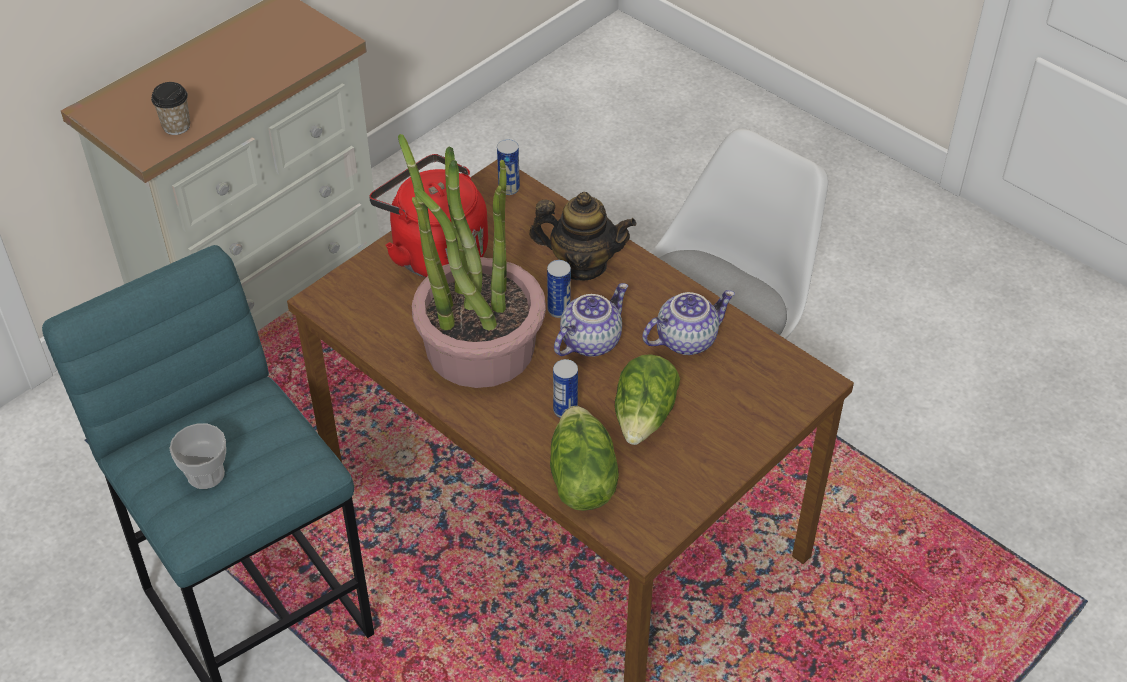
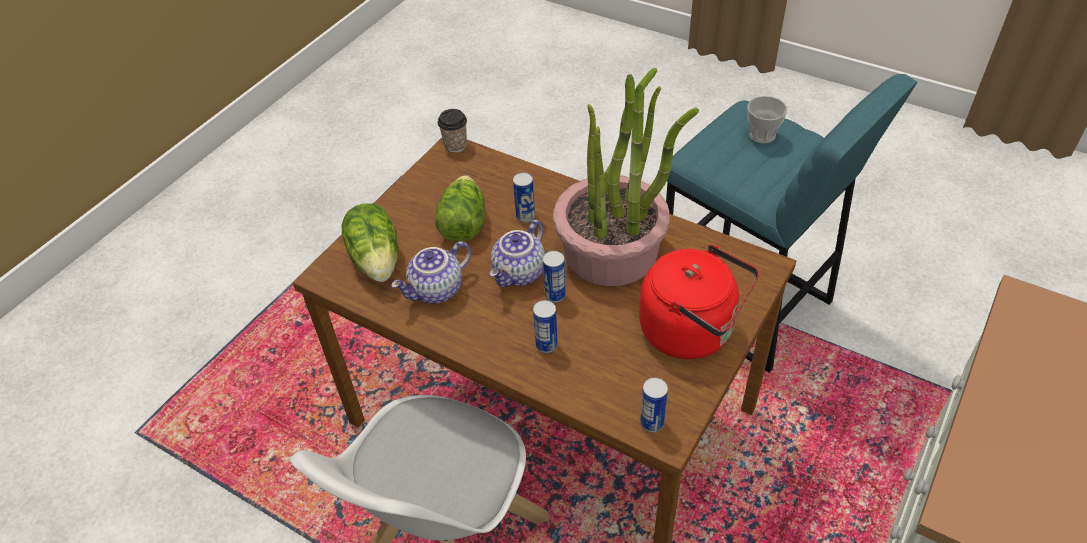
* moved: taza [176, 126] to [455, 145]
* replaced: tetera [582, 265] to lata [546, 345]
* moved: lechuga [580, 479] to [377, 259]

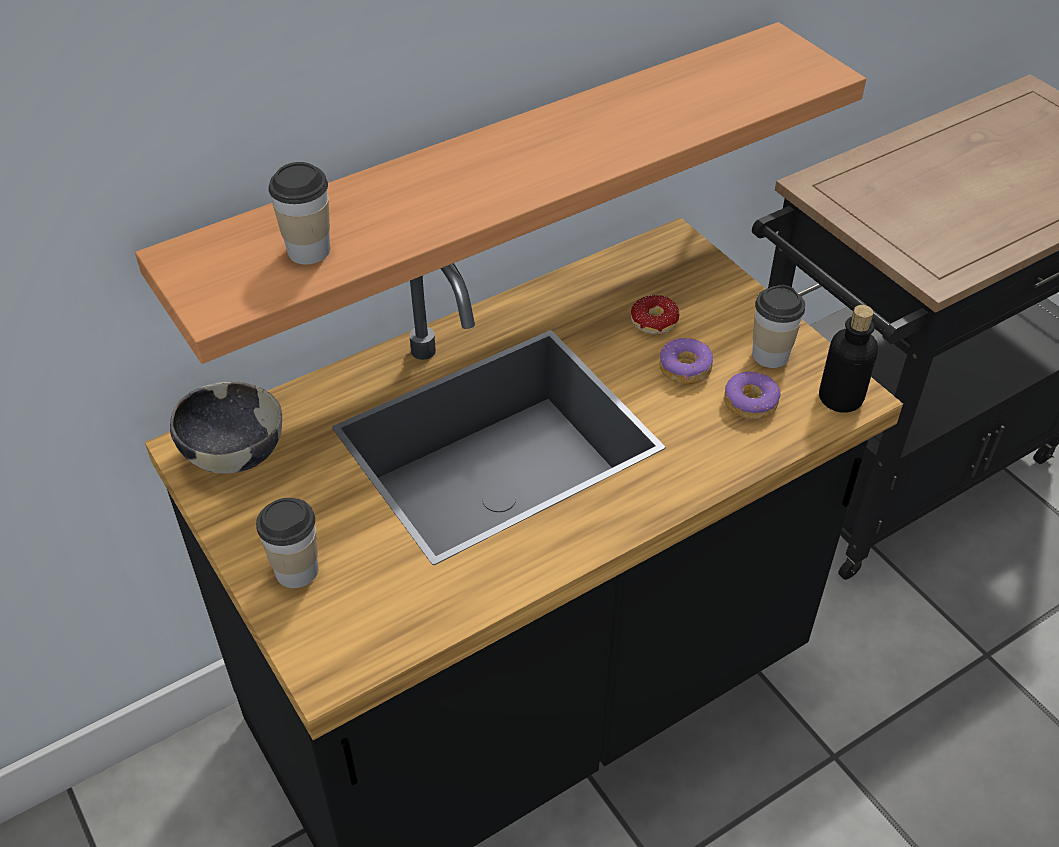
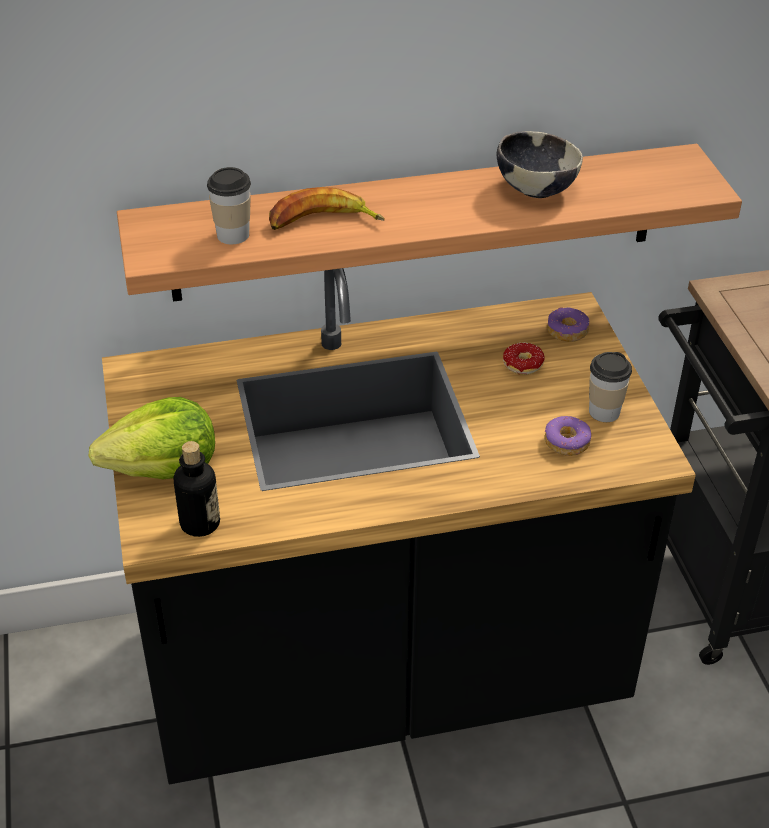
* moved: cuenco [234, 454] to [535, 189]
* replaced: taza [297, 571] to lechuga [163, 468]
* moved: rosquilla [685, 369] to [567, 331]
* moved: botella [840, 398] to [200, 523]
* added: plátano [323, 222]

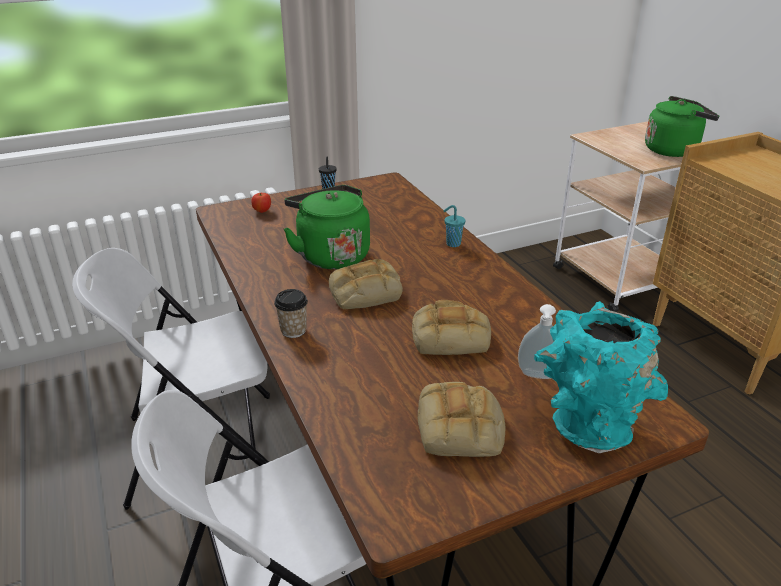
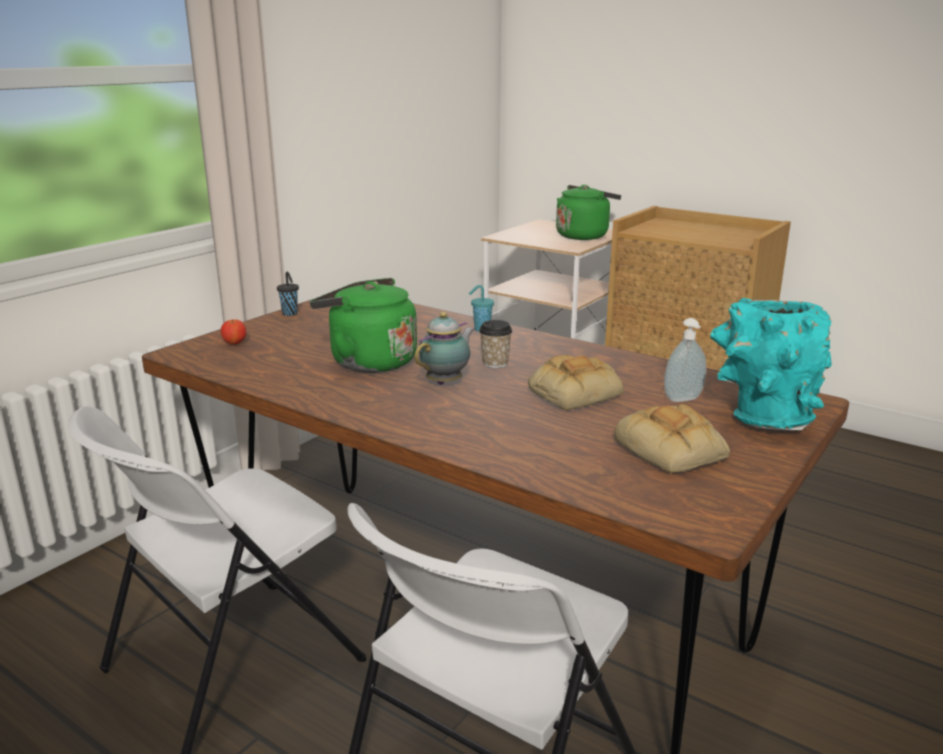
* moved: taza [293, 330] to [495, 363]
* replaced: pan [364, 292] to tetera [446, 382]

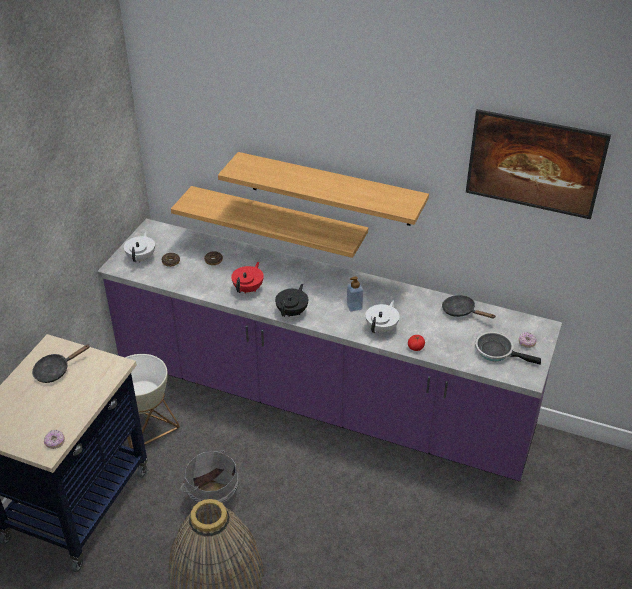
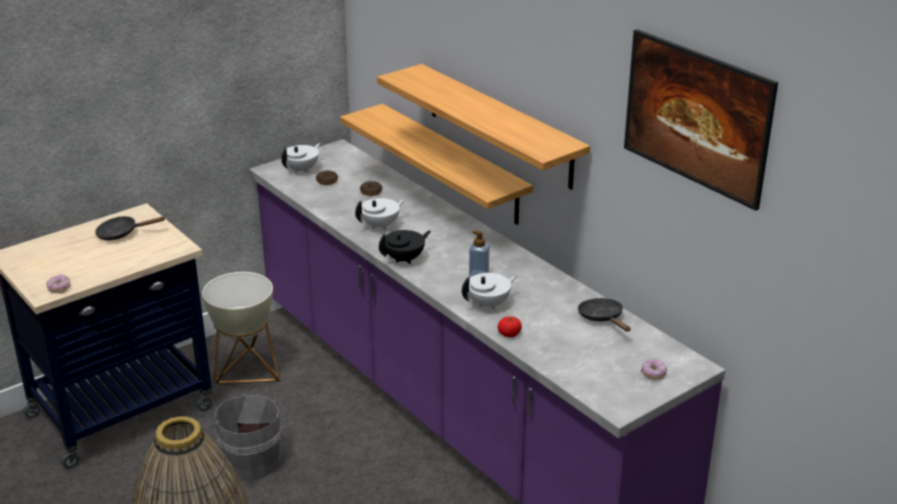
* recoloured: tetera/rojo [248, 289] to tetera/blanco [381, 225]
* removed: sartén [497, 351]

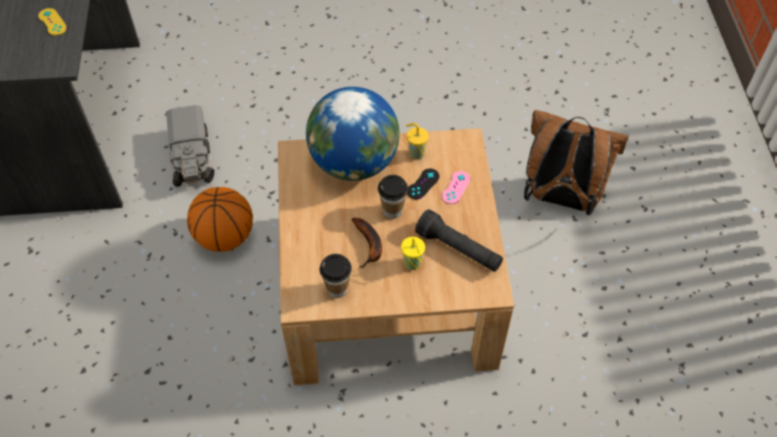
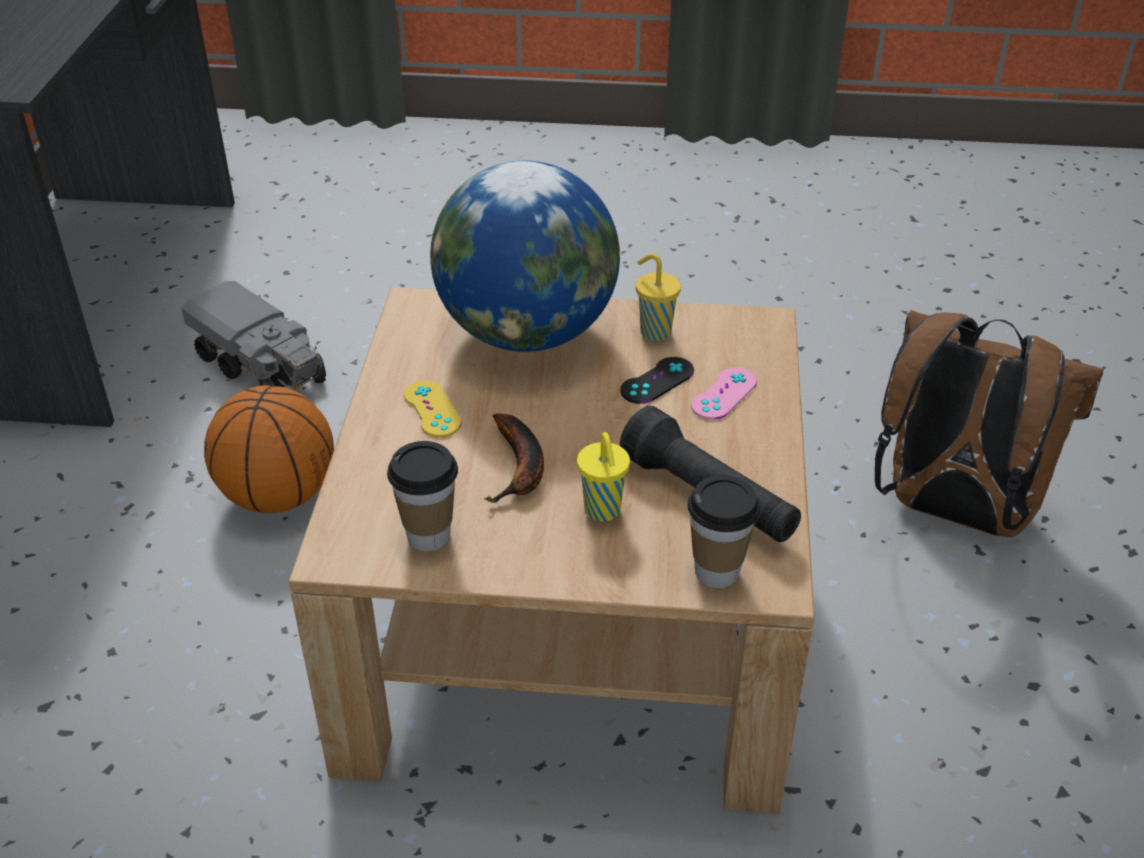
* moved: mando de consola/amarillo [52, 22] to [432, 409]
* turned: camión de juguete [192, 158] = [263, 369] 45 degrees counterclockwise
* moved: taza [392, 211] to [717, 571]

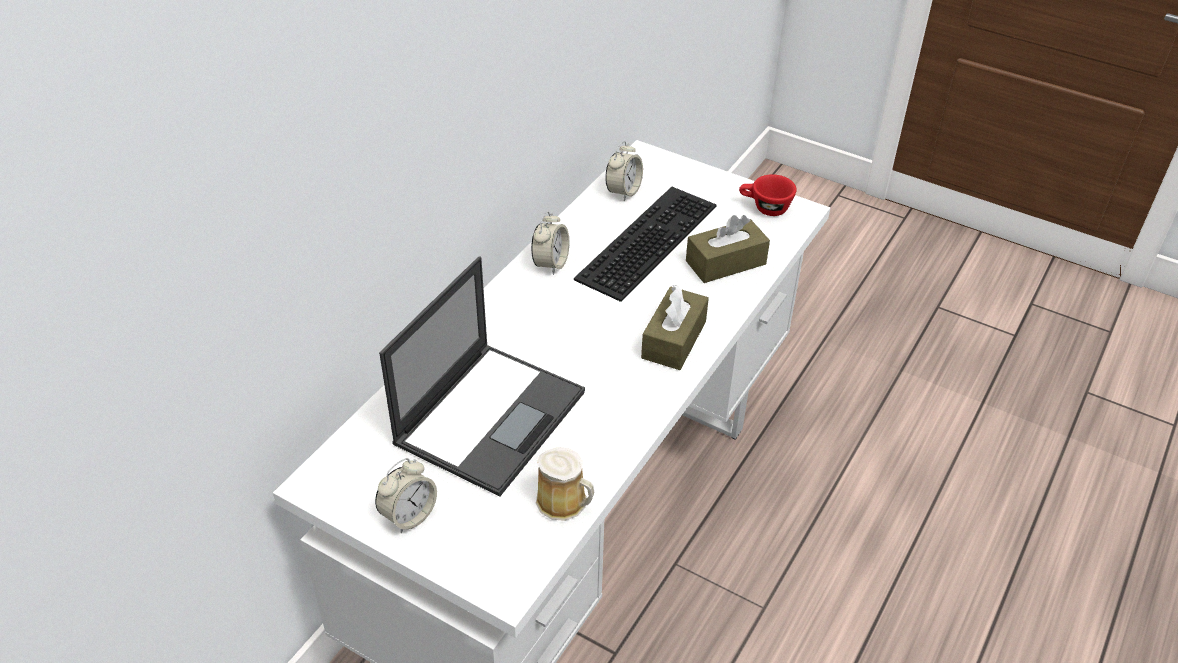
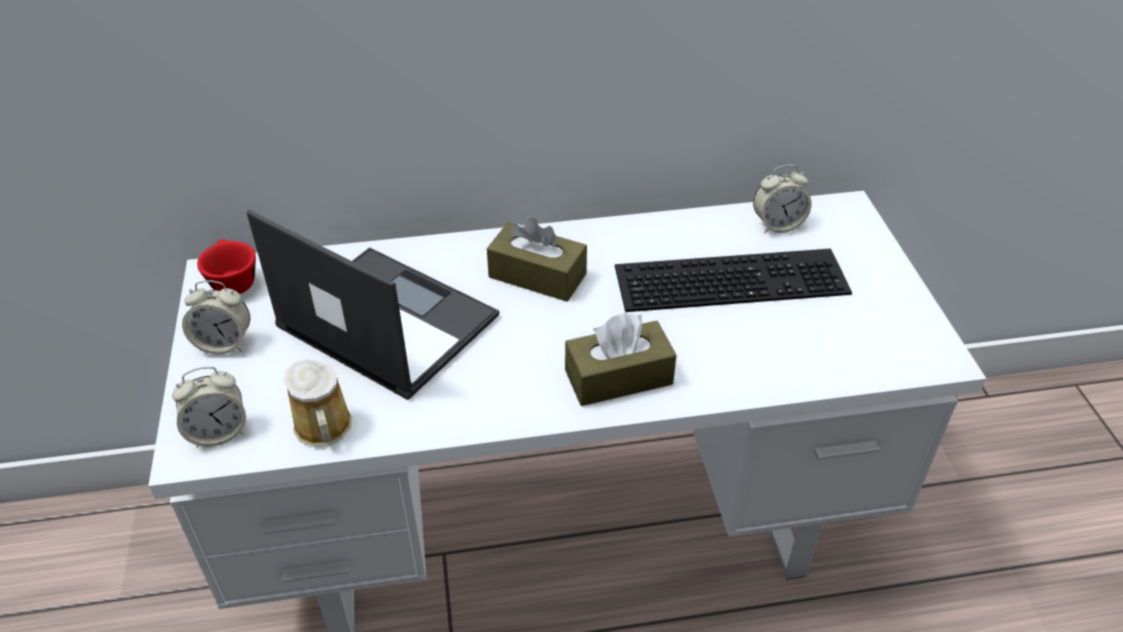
* turned: portátil [491, 416] = [385, 321] 135 degrees counterclockwise
* moved: despertador [550, 263] to [218, 432]
* moved: caja de pañuelos/marrón [725, 262] to [537, 275]
* moved: taza/rojo [764, 208] to [232, 280]

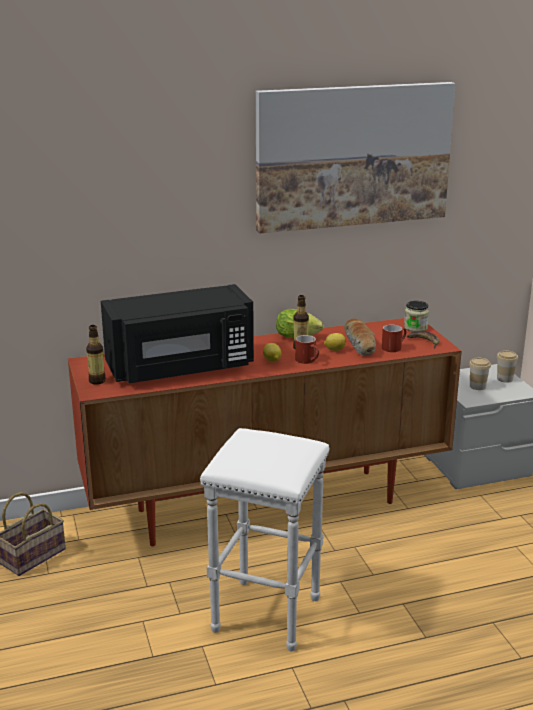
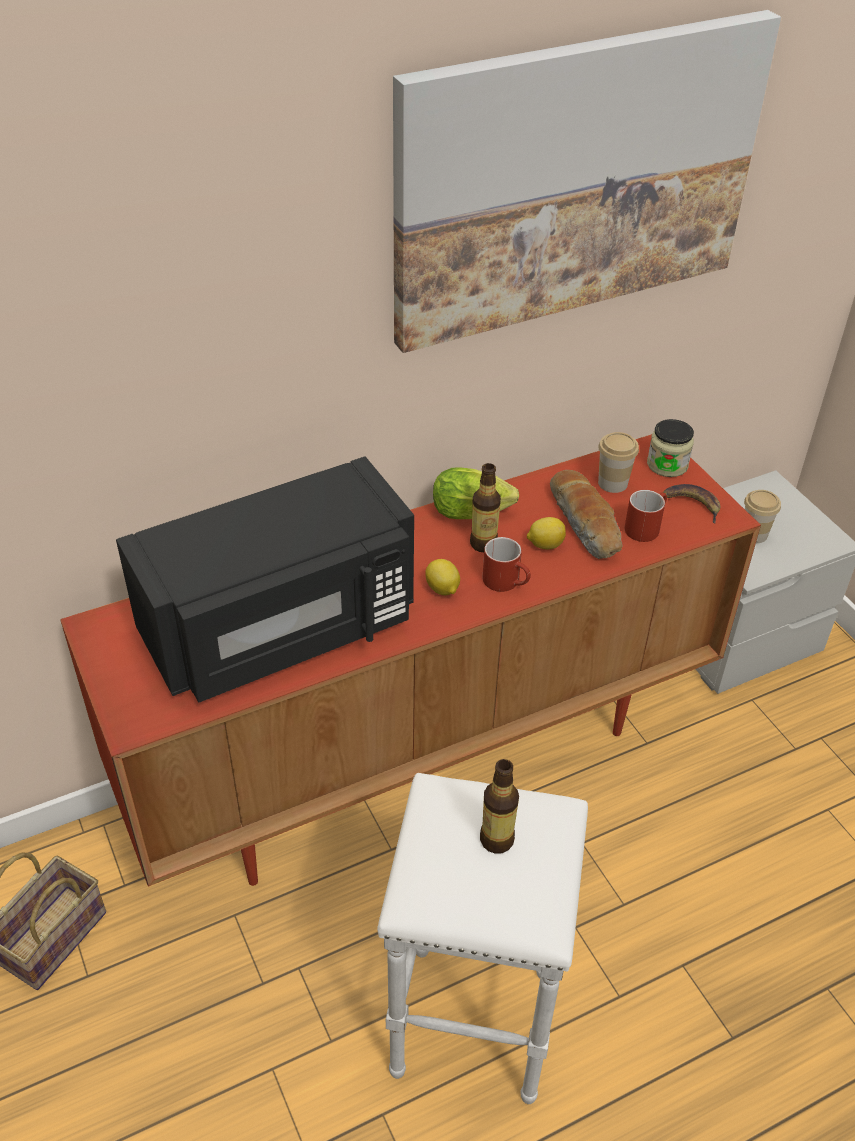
* moved: botella [97, 381] to [496, 840]
* moved: taza [504, 379] to [612, 483]

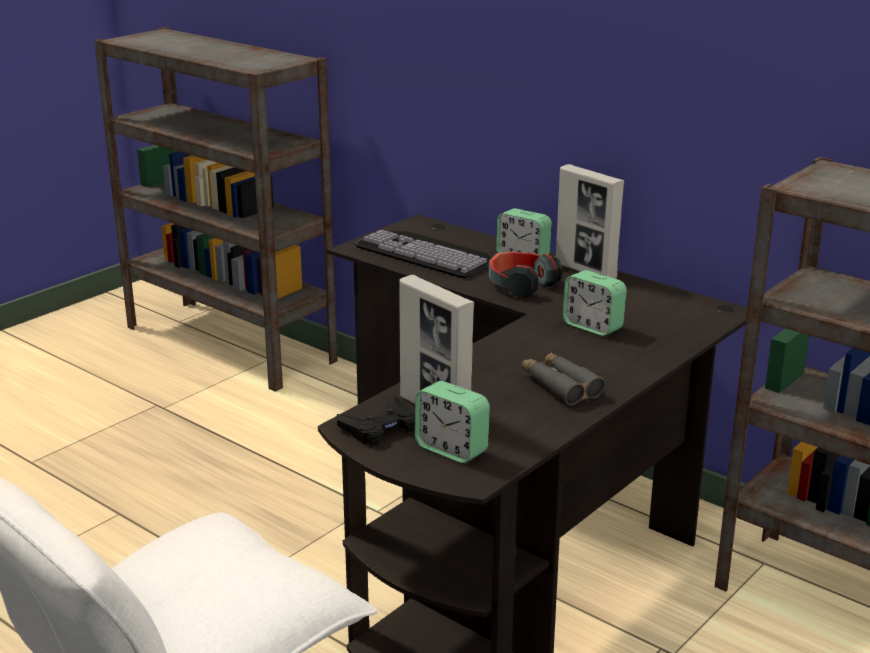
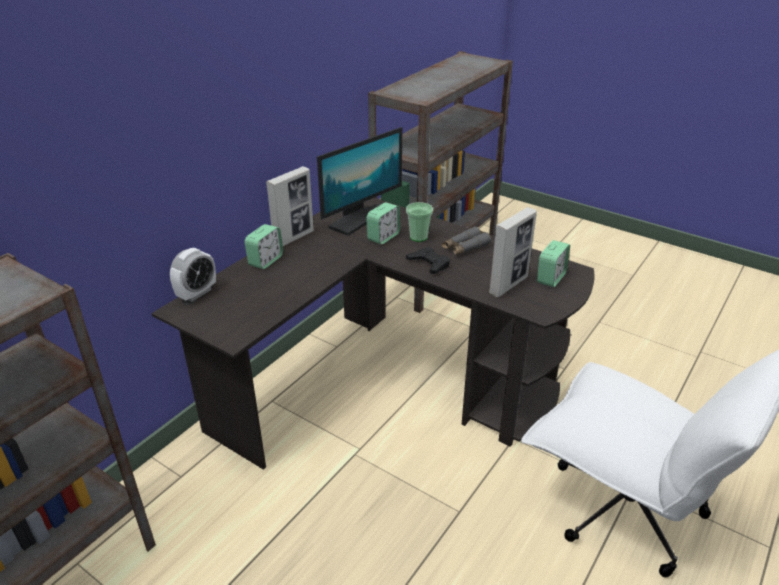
* moved: mando de consola/negro [380, 428] to [429, 264]
* removed: teclado [428, 253]
* removed: auriculares [520, 285]
* added: despertador [197, 293]
* added: monitor [362, 219]
* added: taza [418, 237]

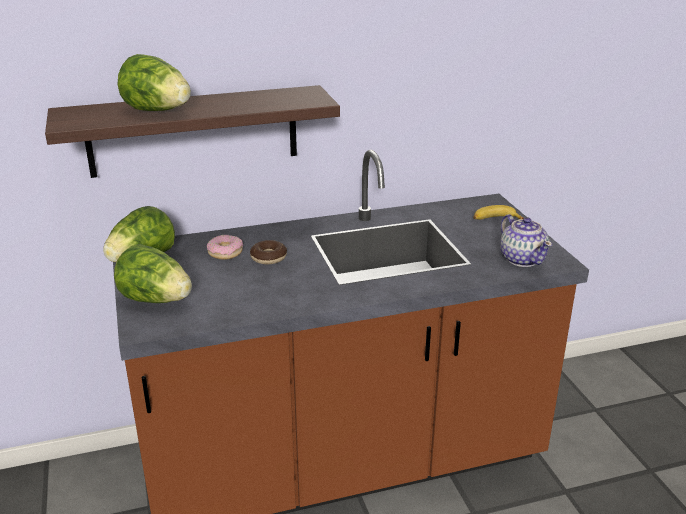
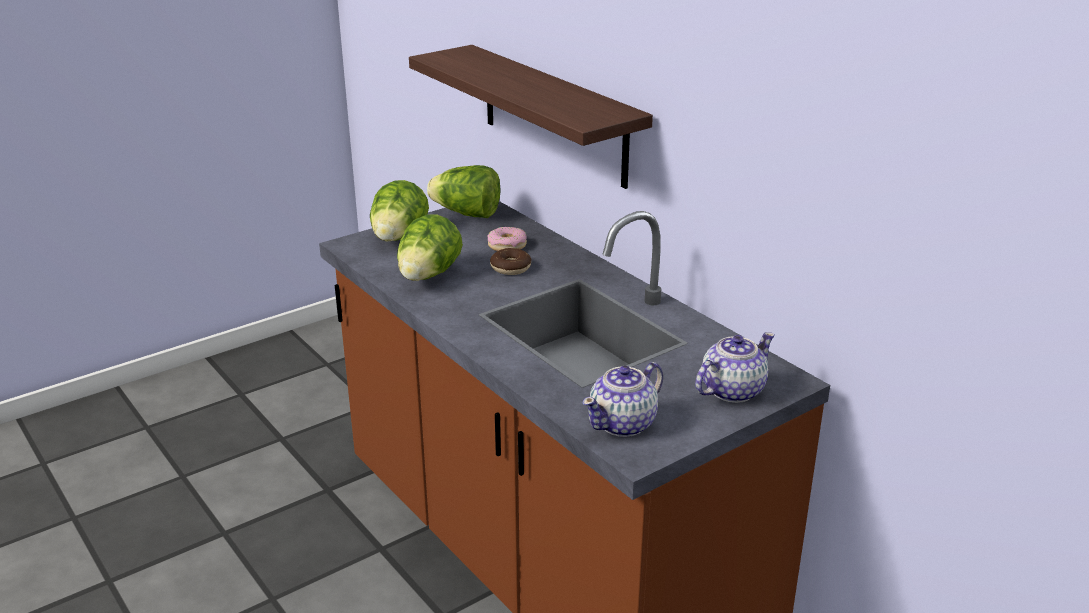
* moved: lechuga [158, 111] to [428, 276]
* replaced: plátano [495, 219] to tetera [731, 391]

